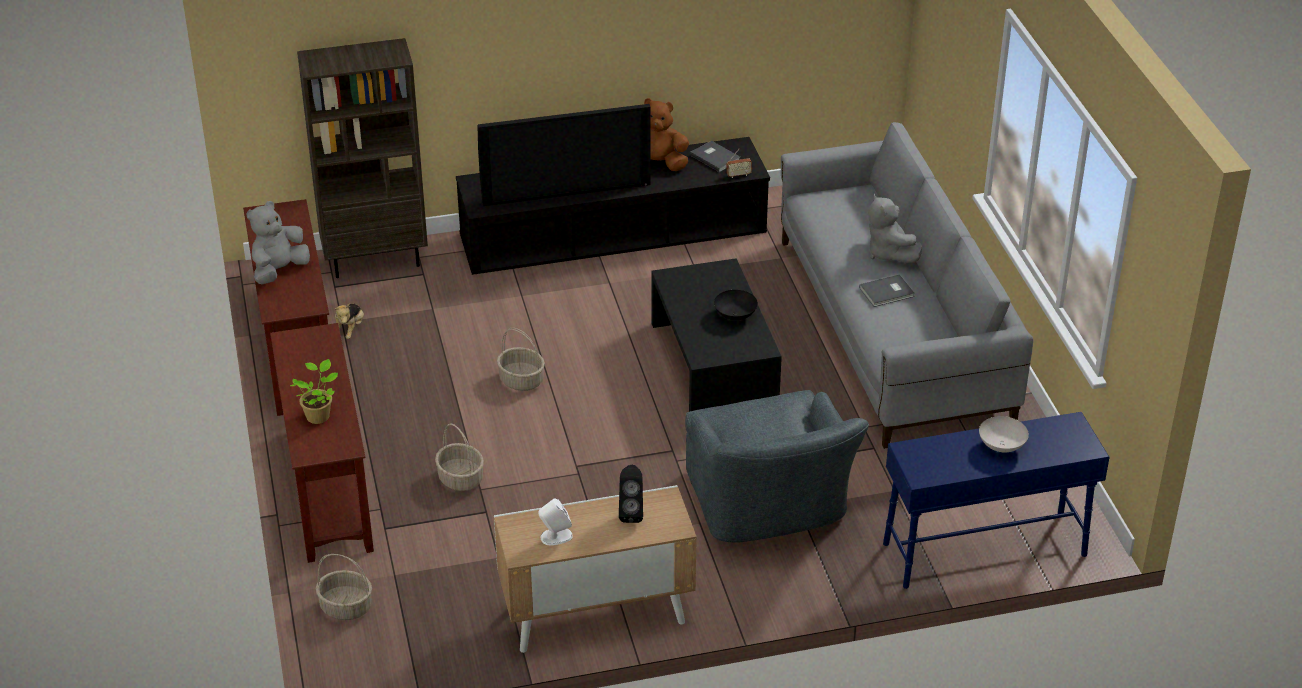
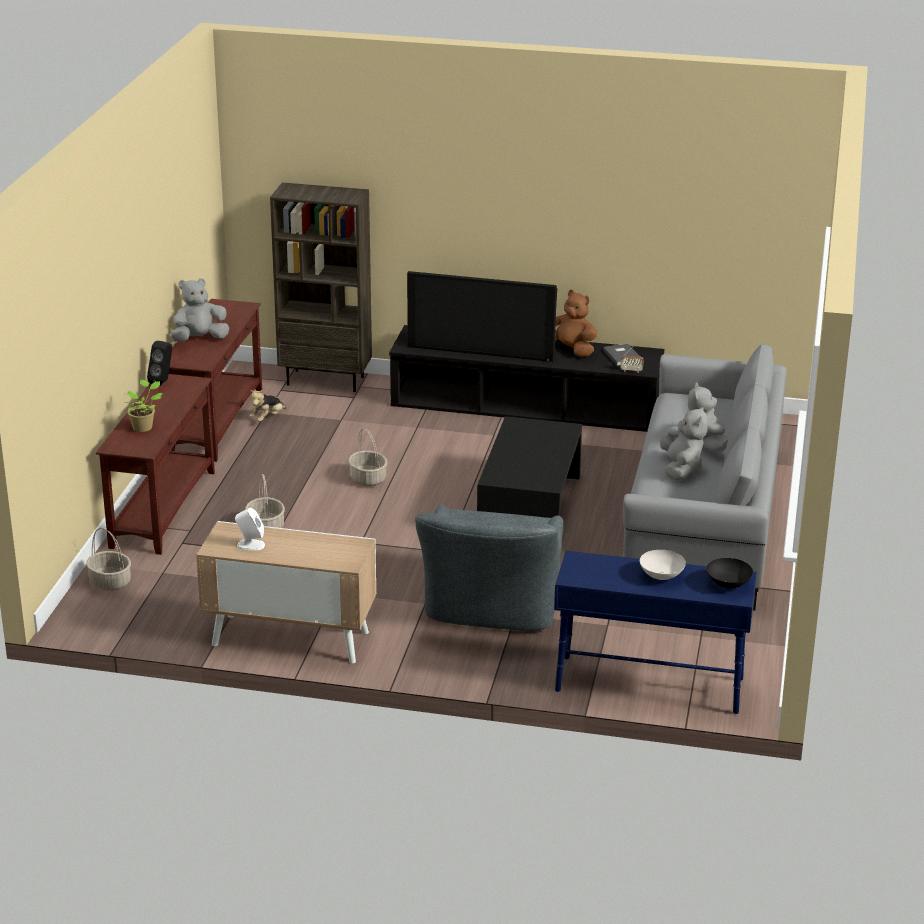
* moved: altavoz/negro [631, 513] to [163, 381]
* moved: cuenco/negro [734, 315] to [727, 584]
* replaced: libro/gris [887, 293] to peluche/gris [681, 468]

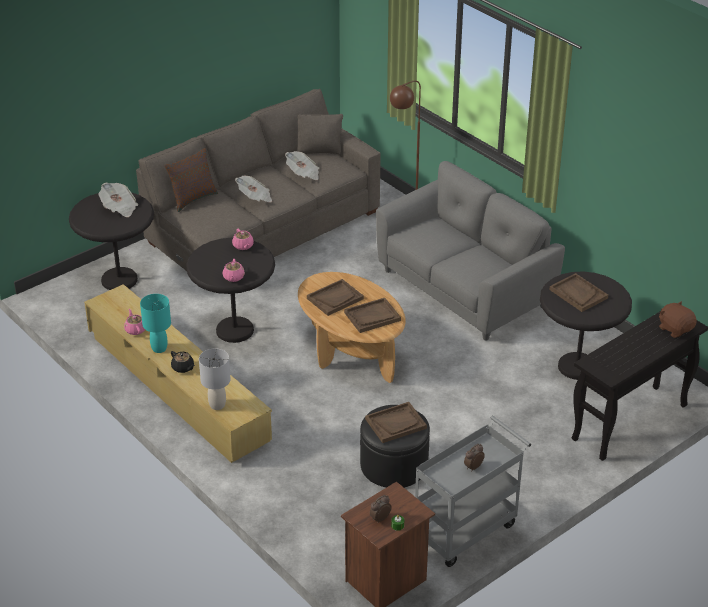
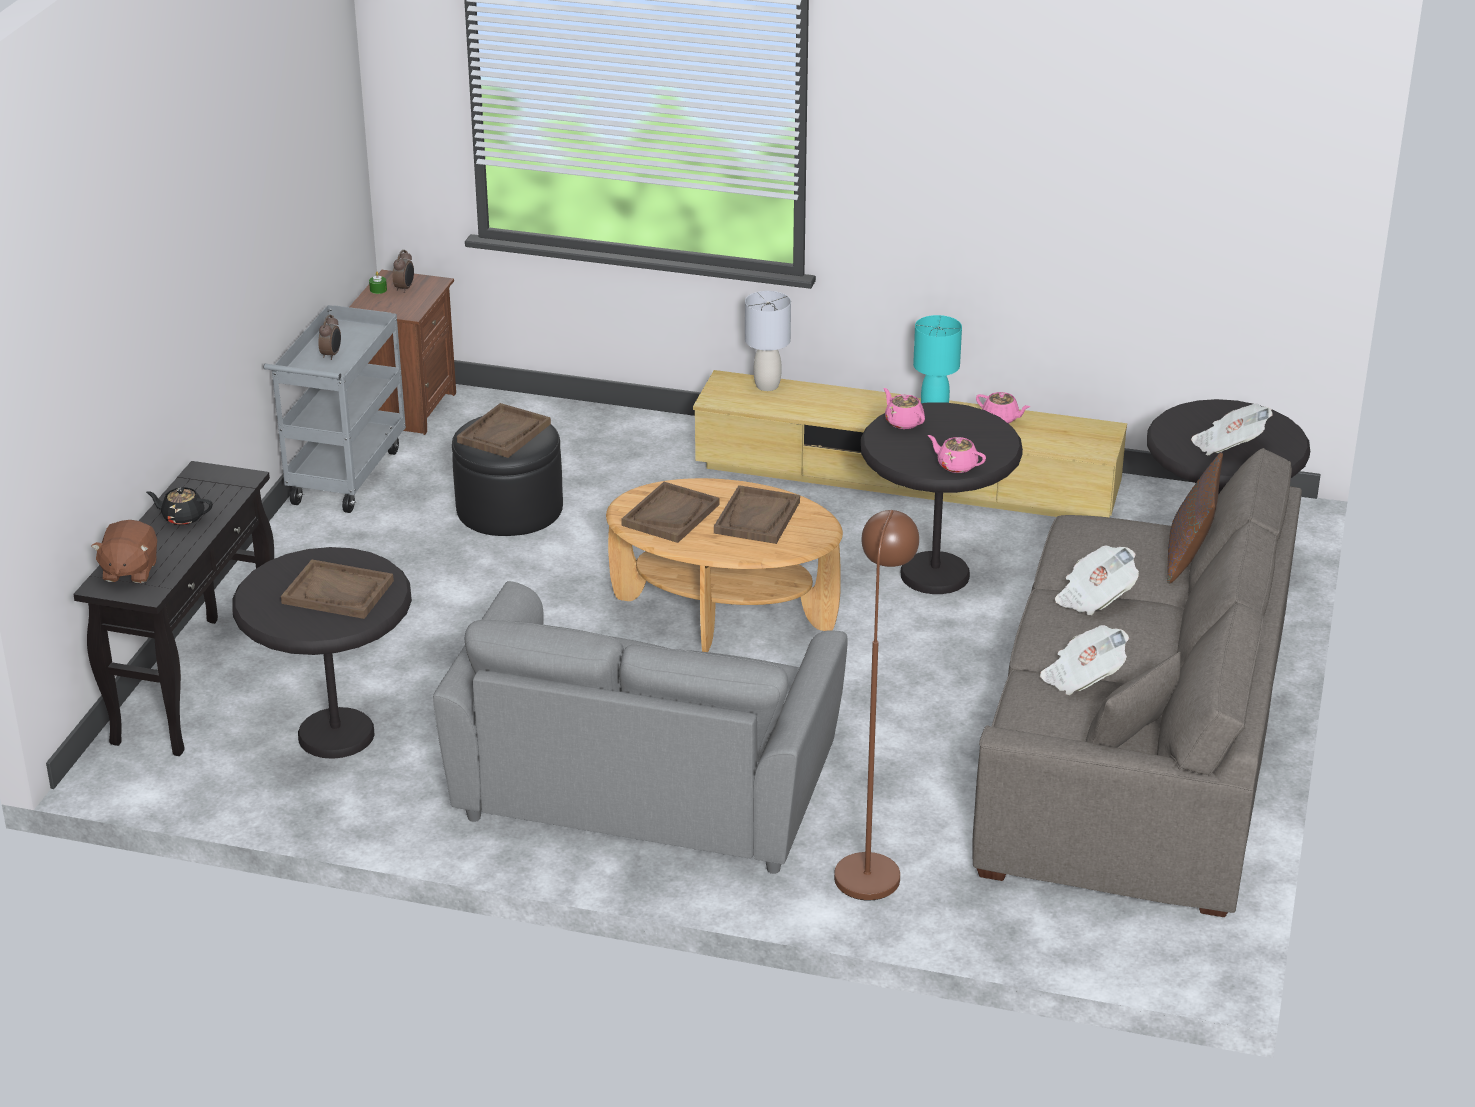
* moved: tetera/negro [183, 368] to [182, 517]
* turned: peluche/marrón [675, 329] = [129, 571] 75 degrees clockwise

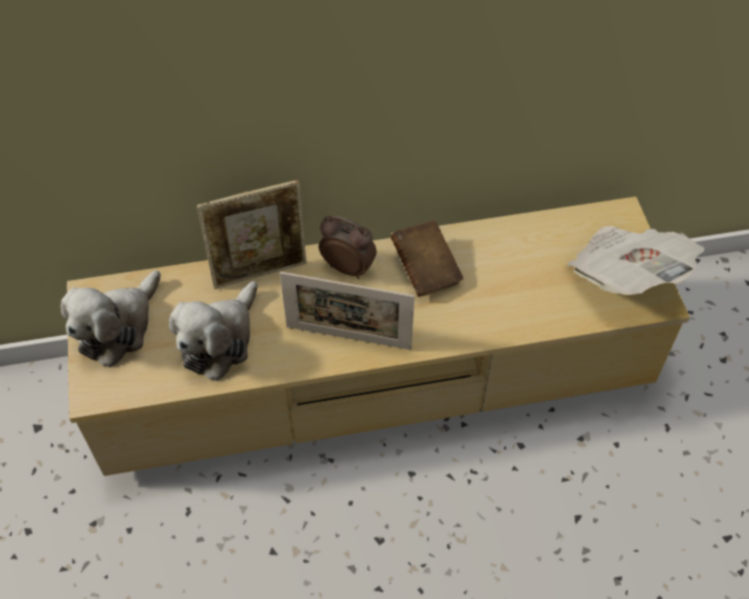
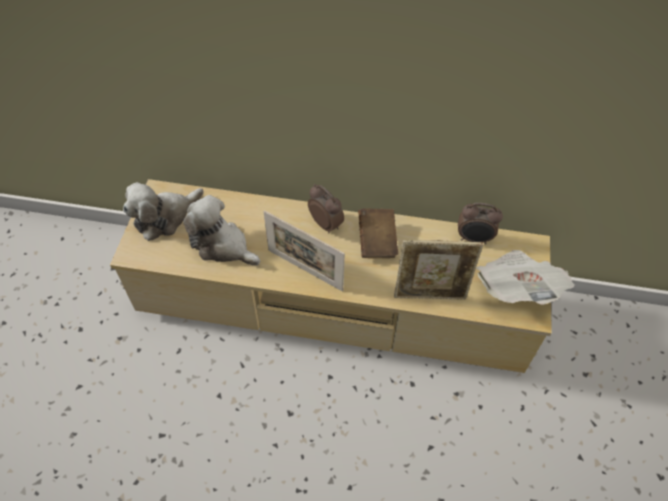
* turned: peluche [220, 340] = [222, 245] 75 degrees clockwise
* moved: portarretratos [260, 271] to [430, 294]
* added: despertador [474, 239]

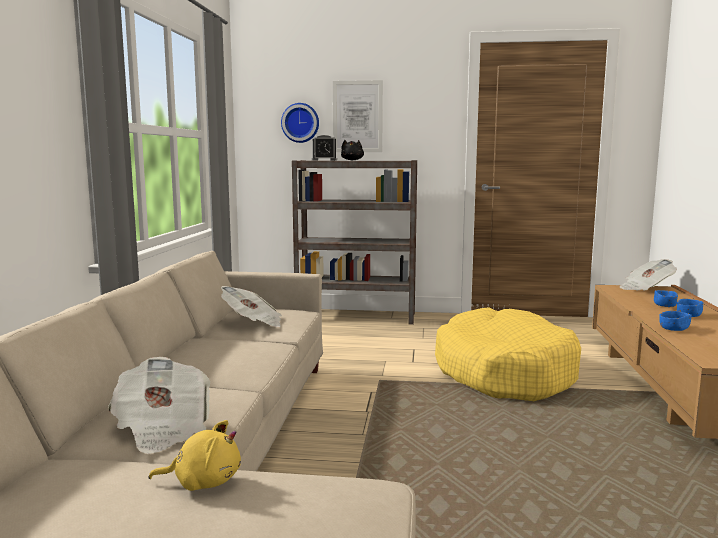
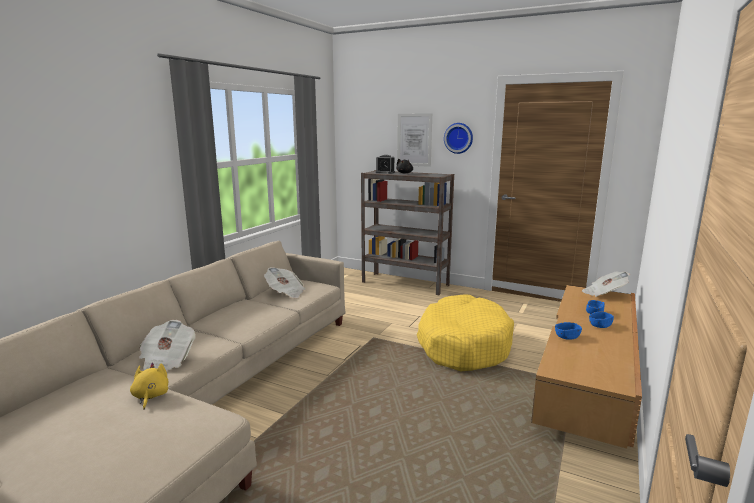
* turned: peluche/amarillo [203, 482] = [150, 396] 120 degrees counterclockwise
* moved: reloj de pared [300, 123] to [459, 138]

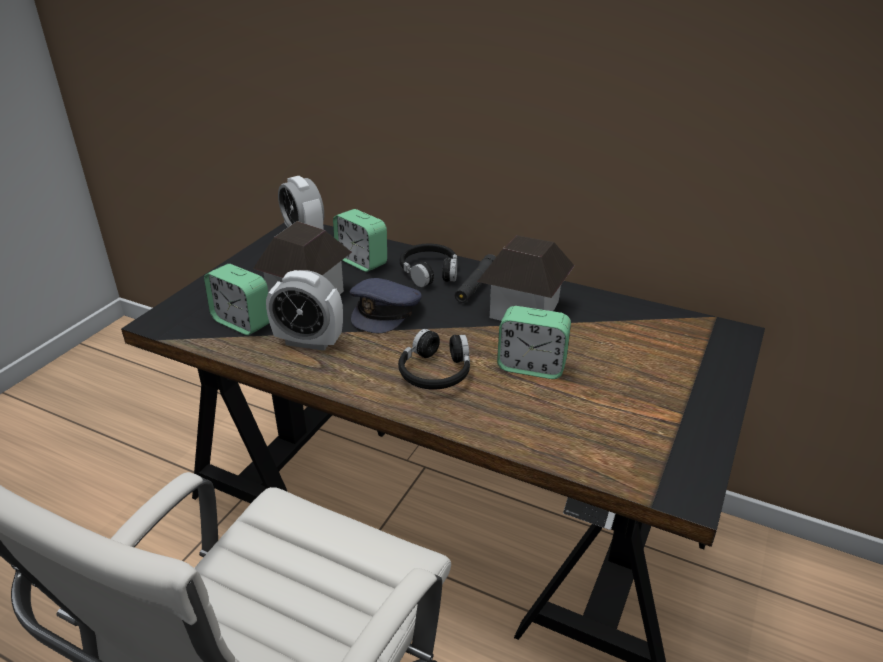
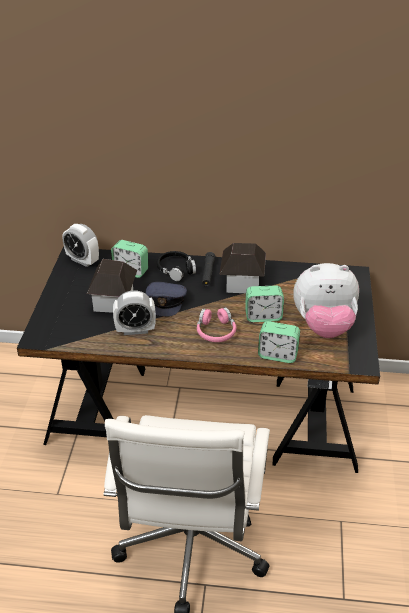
* moved: despertador [242, 322] to [277, 355]
* recoloured: auriculares/negro [435, 372] to auriculares/rosa [216, 331]
* added: peluche [323, 326]

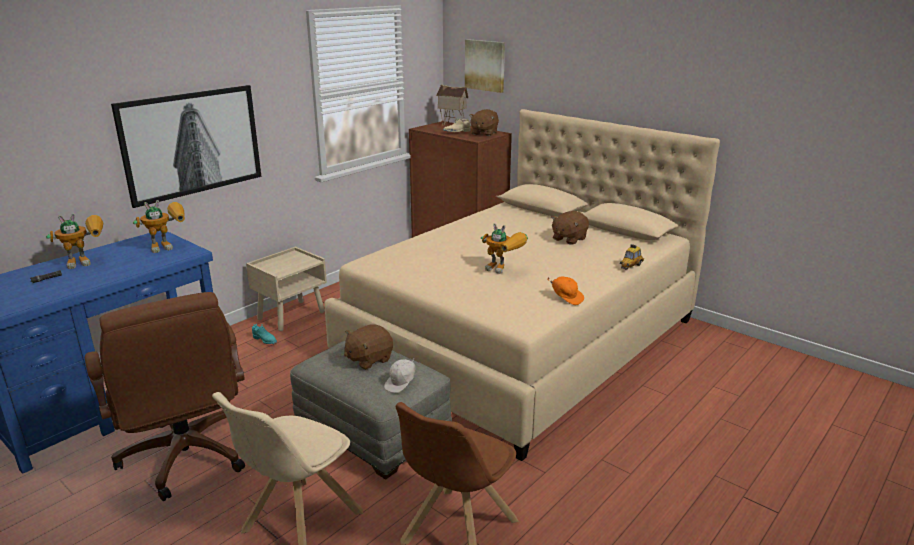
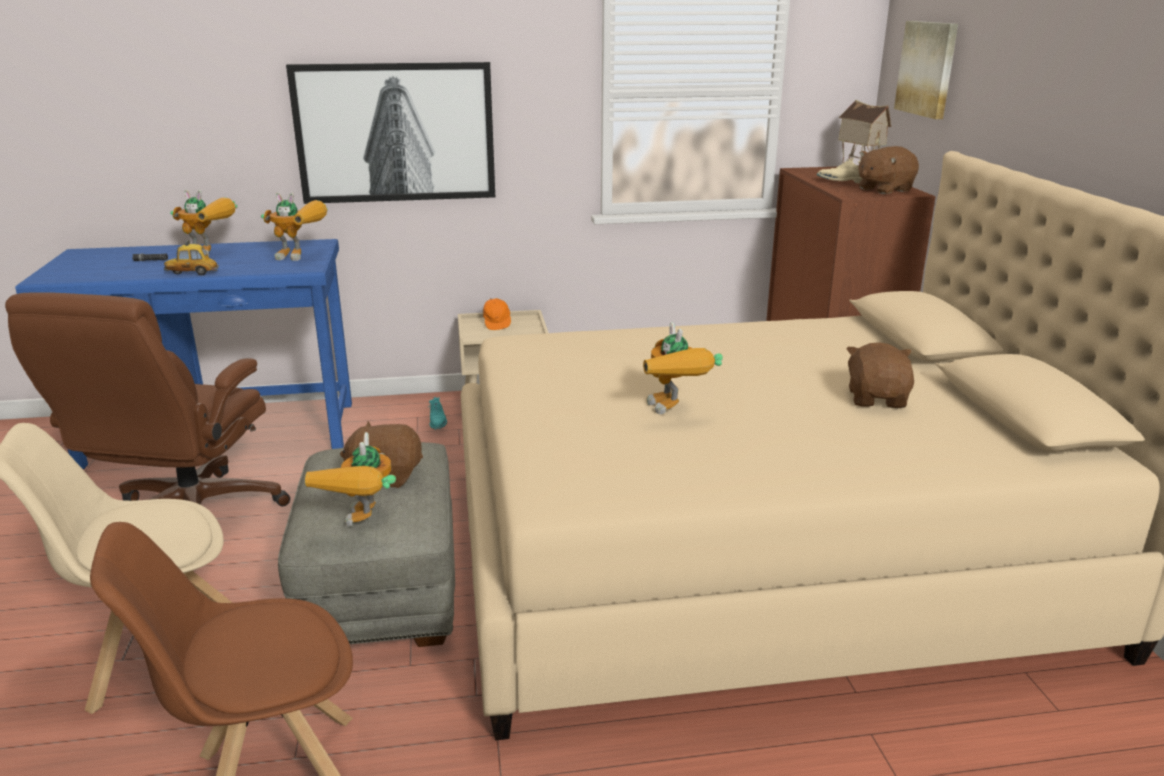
* replaced: gorra/blanco [401, 384] to robot de juguete [365, 525]
* moved: gorra/naranja [566, 298] to [497, 323]
* turned: peluche/marrón [568, 239] = [877, 399] 105 degrees clockwise
* moved: coche de juguete [631, 266] to [192, 273]

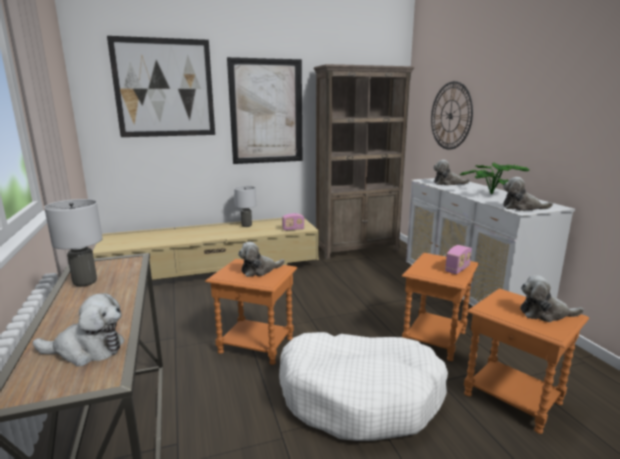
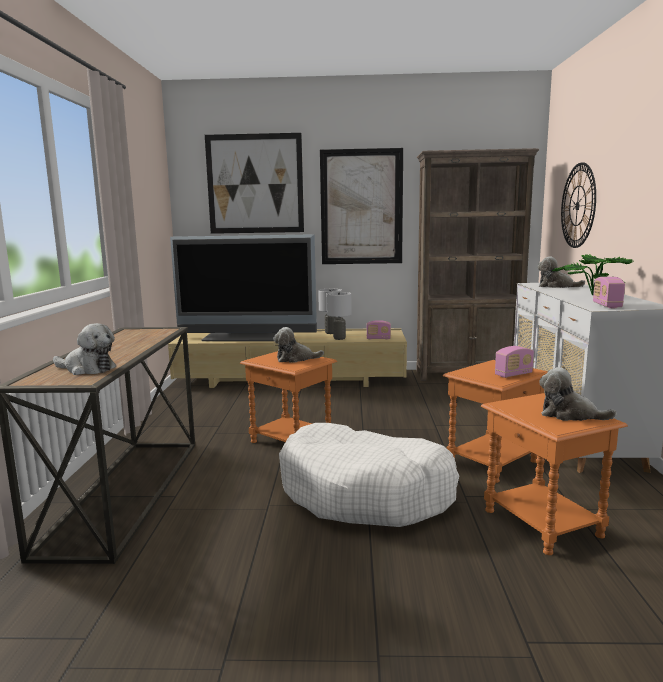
* moved: lámpara de mesa/blanco [86, 282] to [340, 338]
* replaced: peluche [522, 207] to radio [607, 305]
* added: televisor [247, 337]

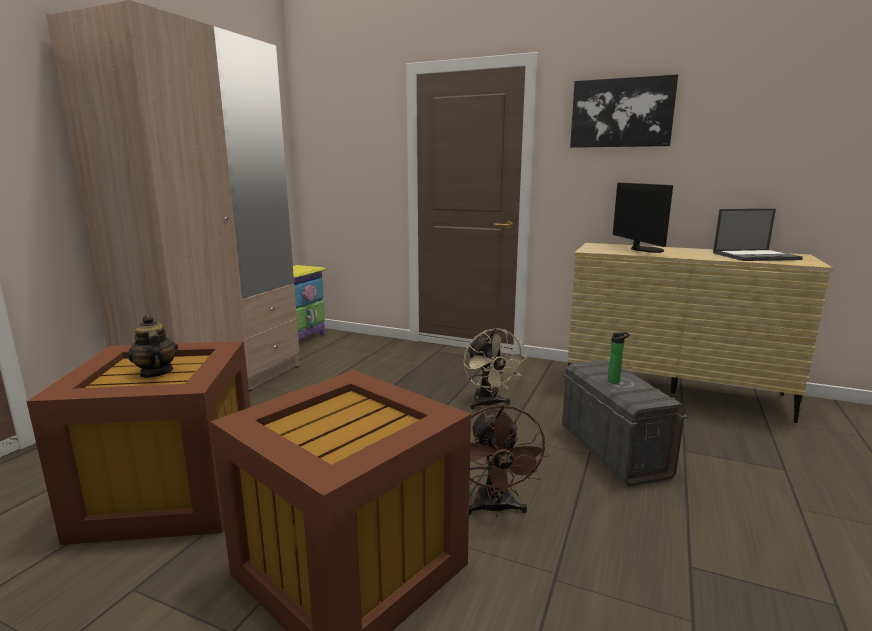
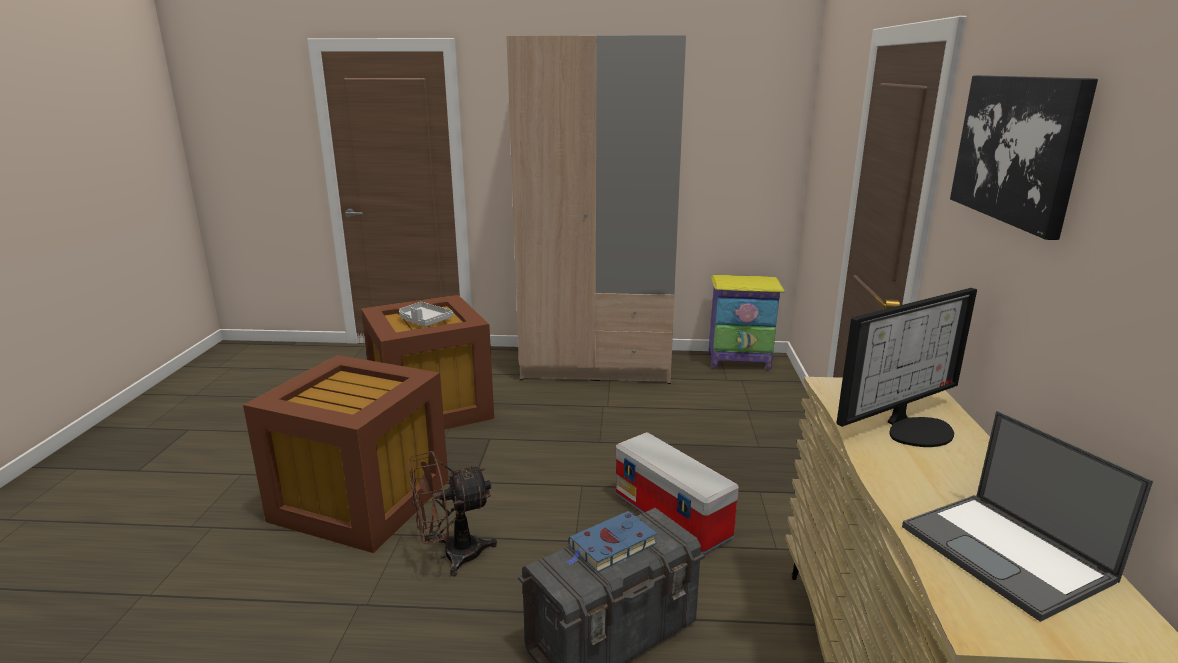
* replaced: tetera [156, 372] to bandeja/gris [424, 321]
* replaced: ventilador/beis [489, 404] to caja de almacenaje [673, 516]
* replaced: botella [615, 381] to libro/azul [611, 546]

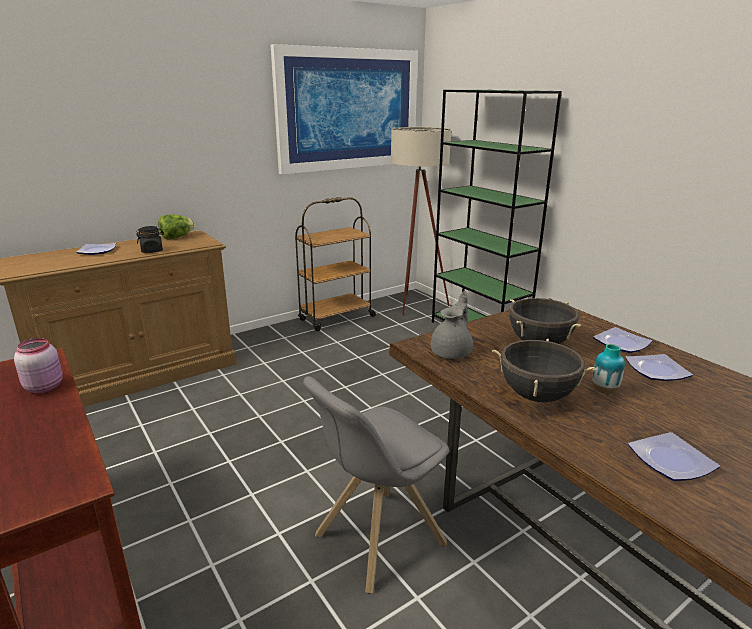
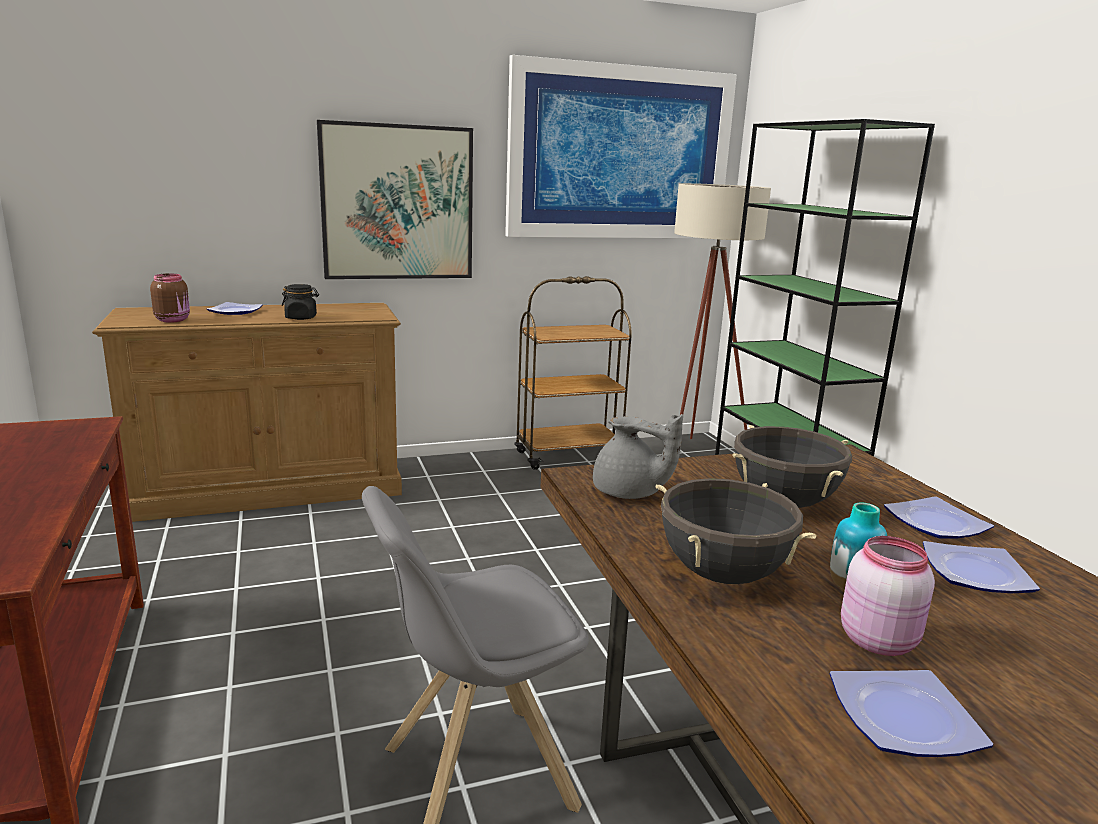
* moved: tarro/rosa [45, 386] to [878, 640]
* removed: lechuga [177, 237]
* turned: tetera/gris [452, 352] = [629, 493] 75 degrees clockwise
* added: tarro/marrón [173, 320]
* added: cuadro [397, 203]

